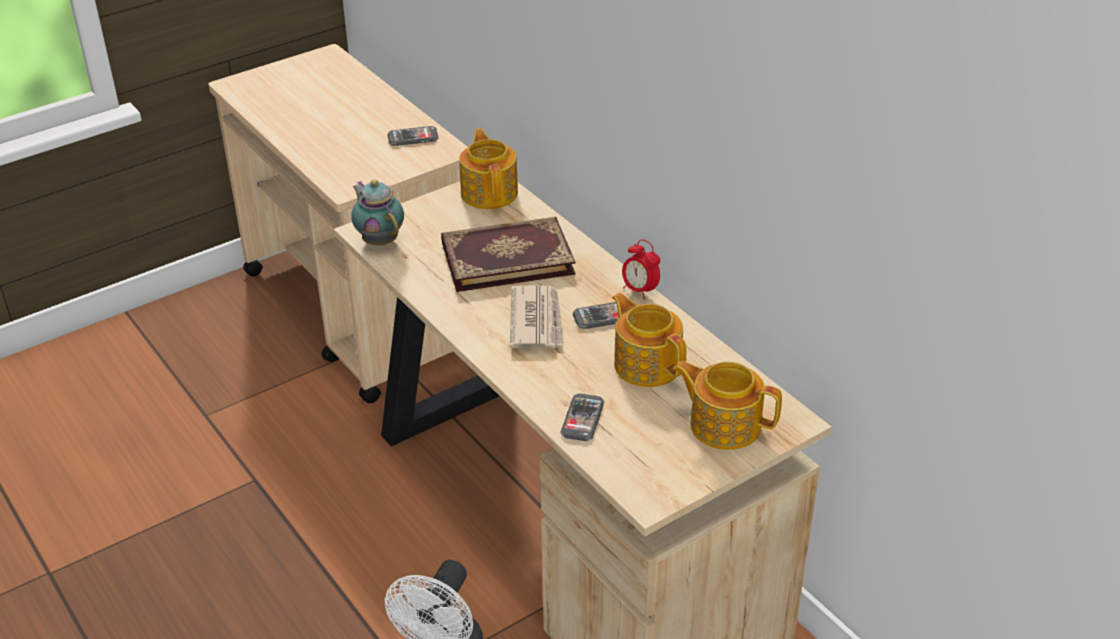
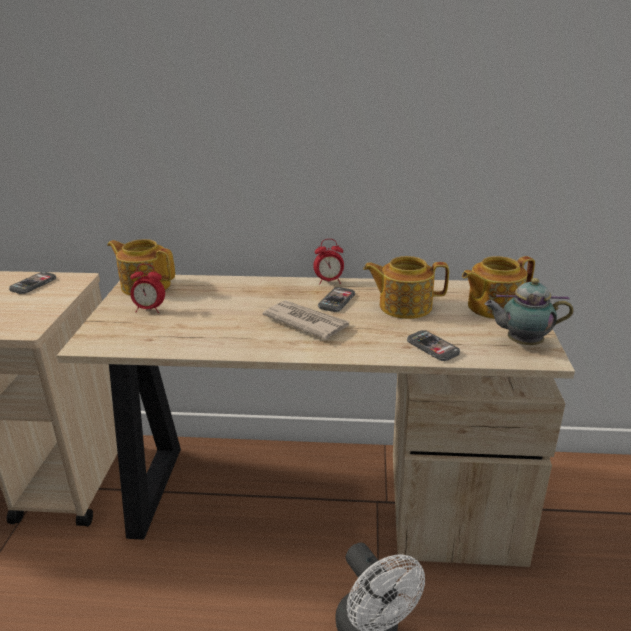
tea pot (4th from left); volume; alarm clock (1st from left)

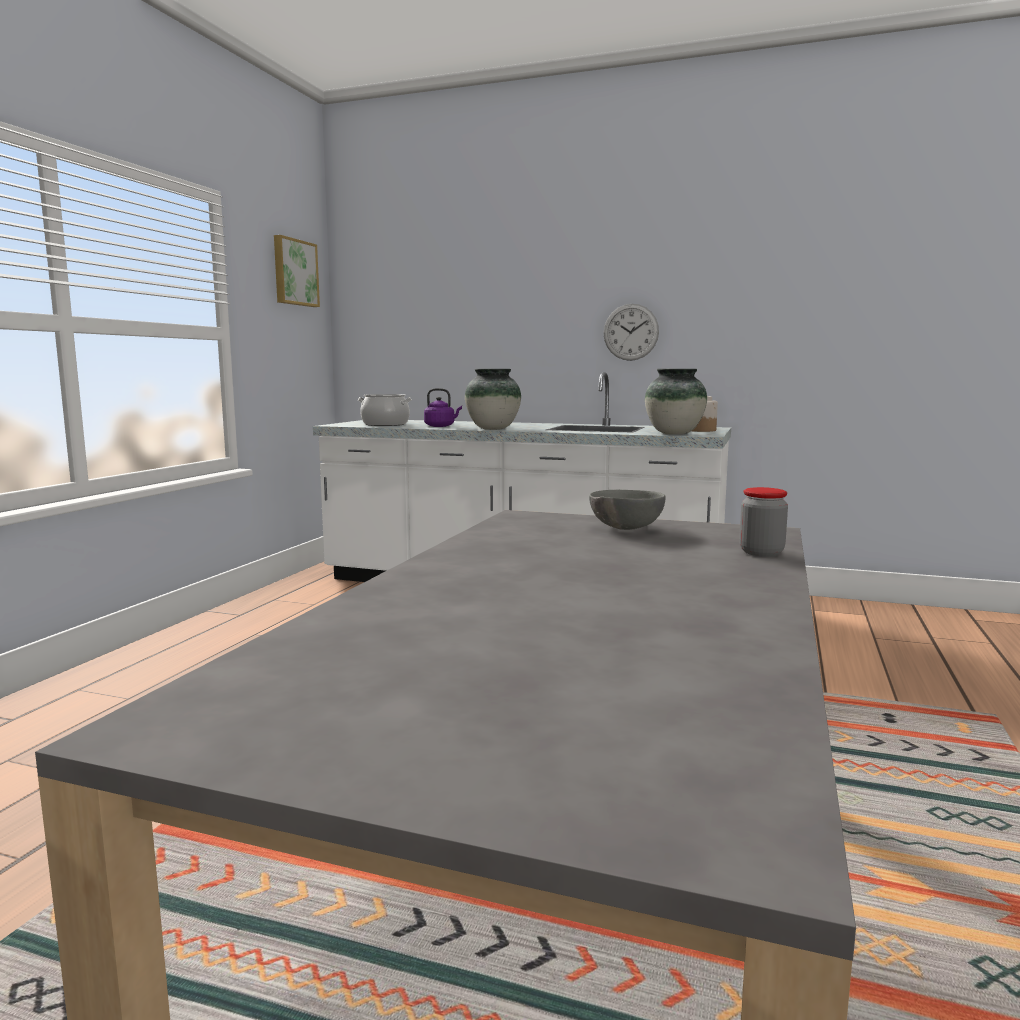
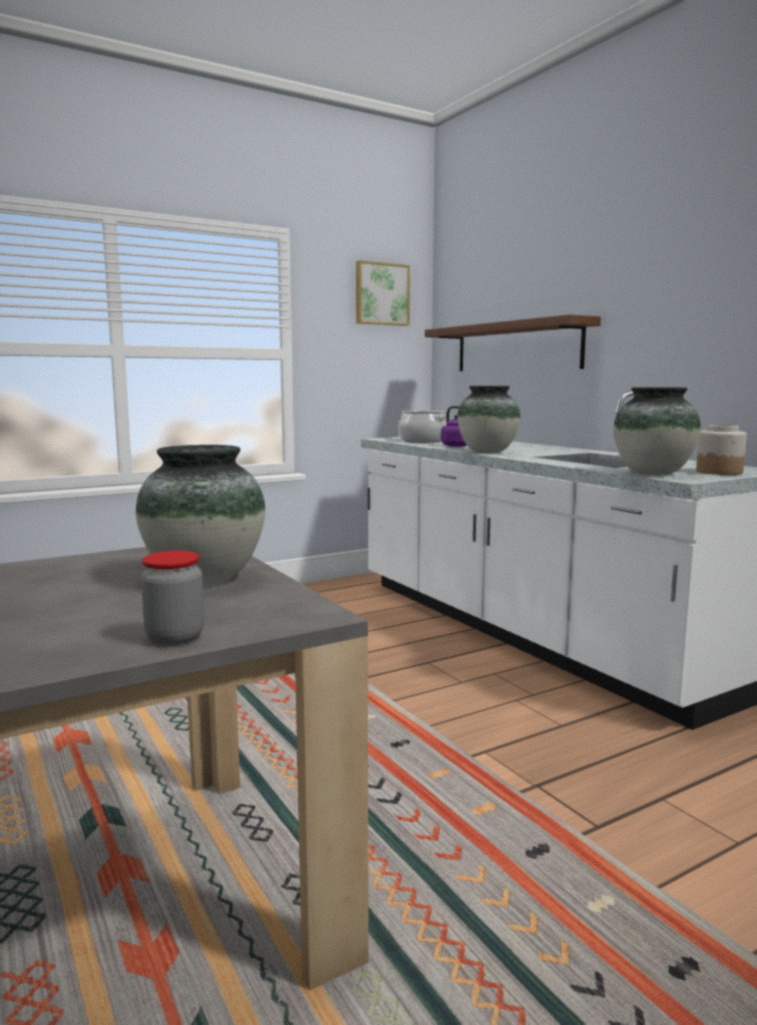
clock on the wall; vase (1st from left); shelf in brown

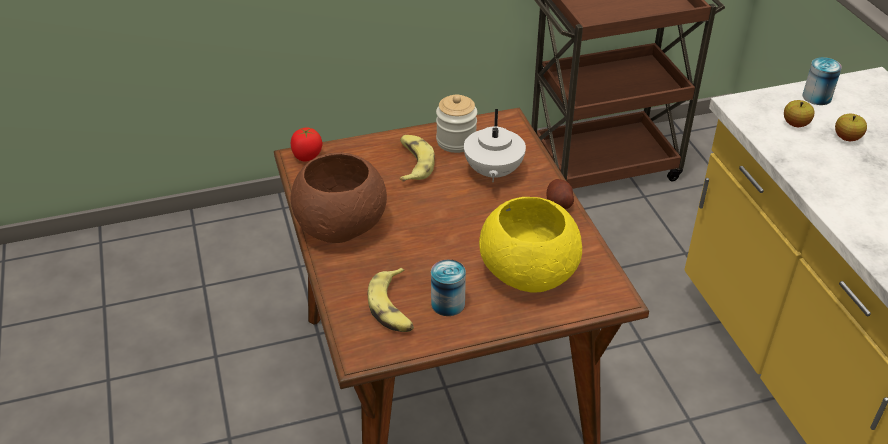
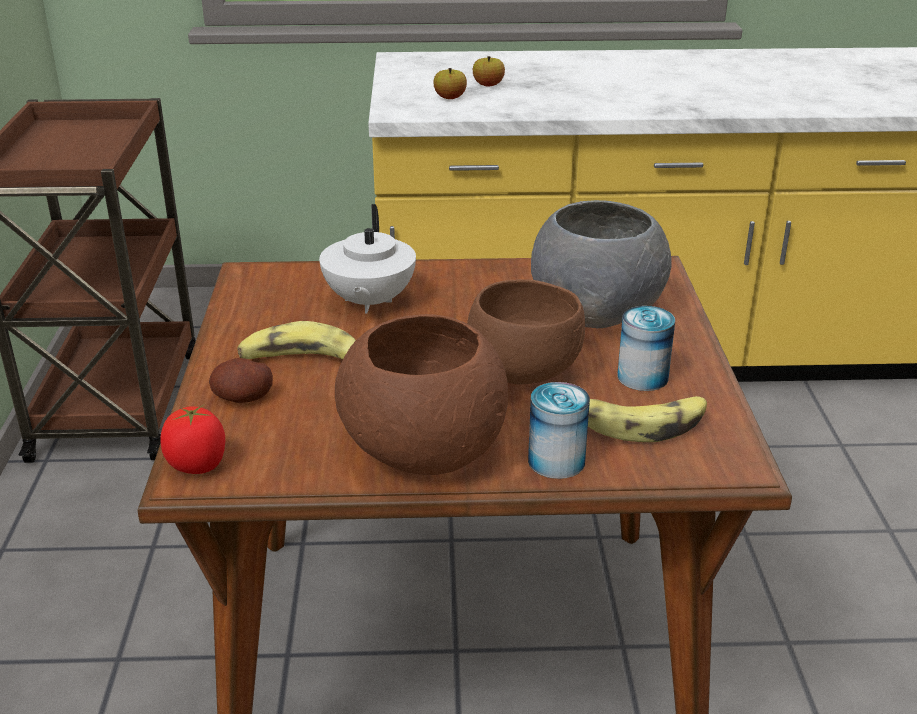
sealed can (1st from left); preserve jar; tea pot in whitish; whole potato; deep dish in greyish; deep dish in brown (2nd from left)

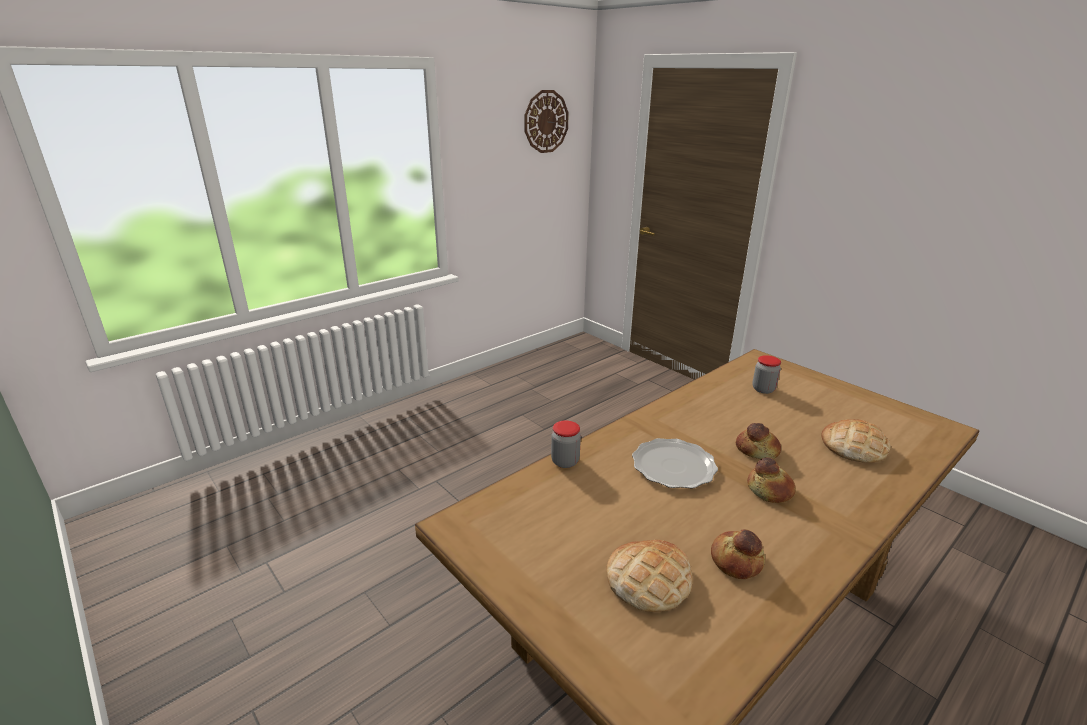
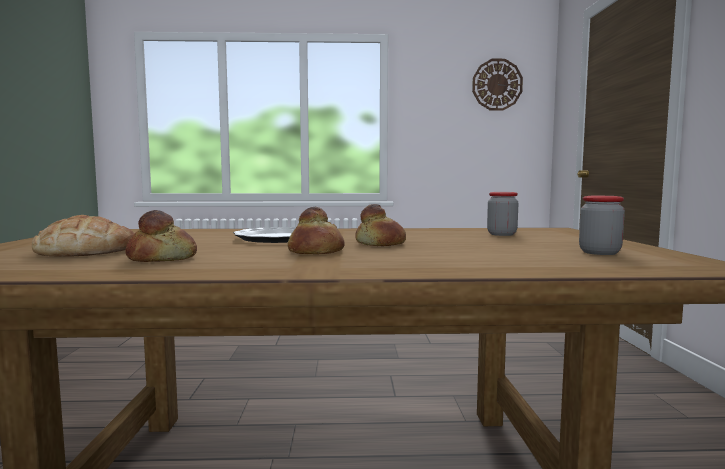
bread (5th from left in the first image); preserve jar (2nd from left)

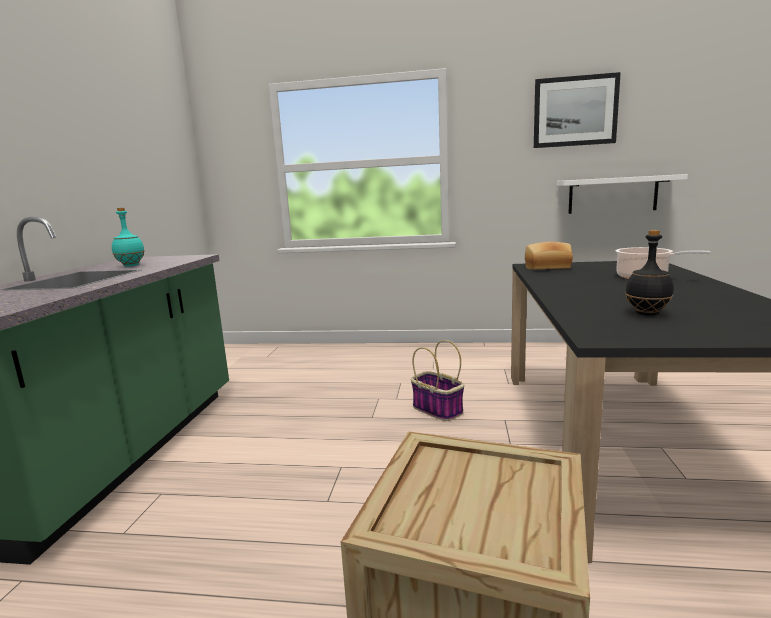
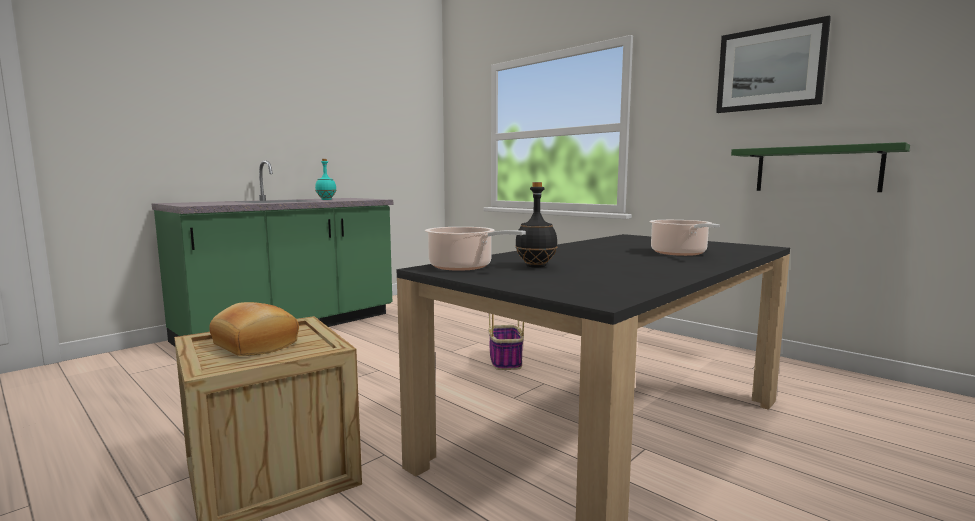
shelf in green; bread; stockpot (1st from left)

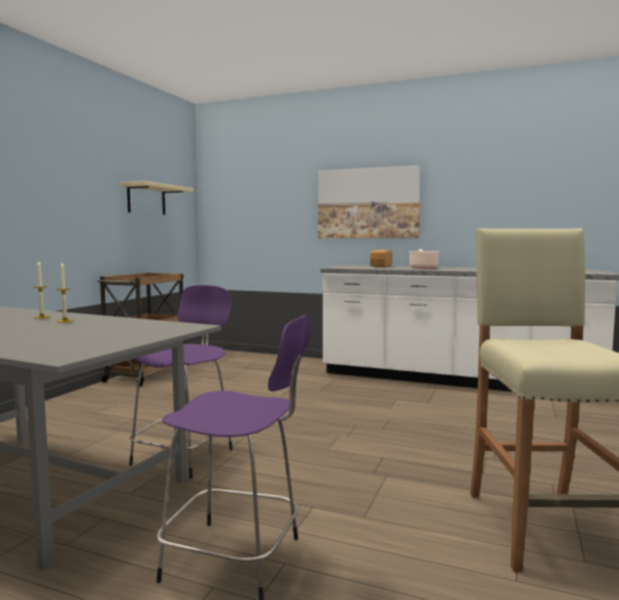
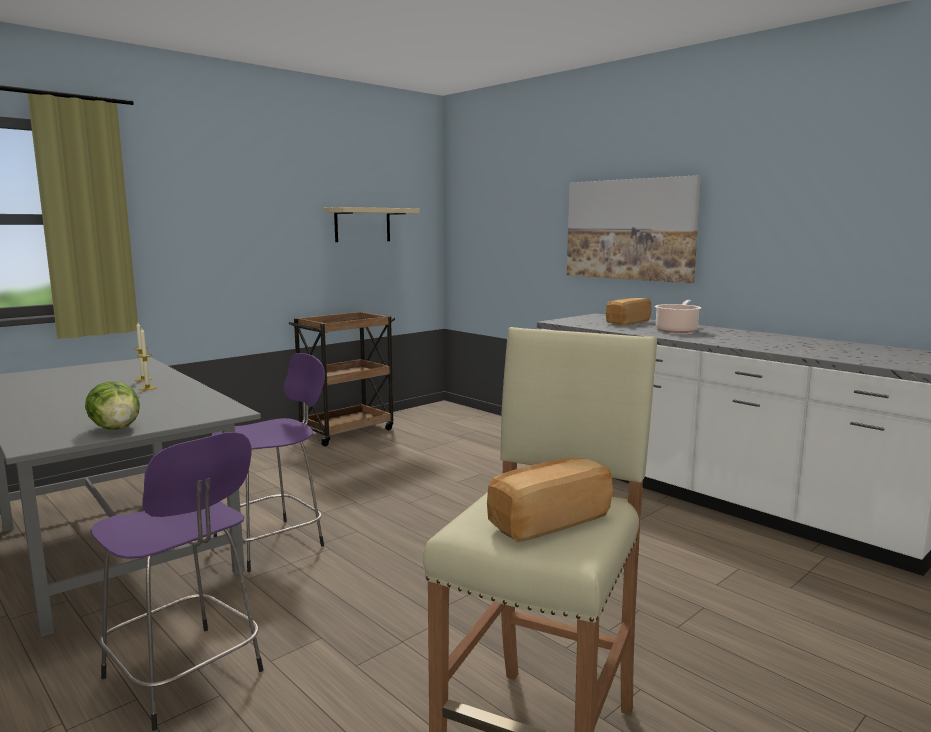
lettuce head; bread (1st from left)

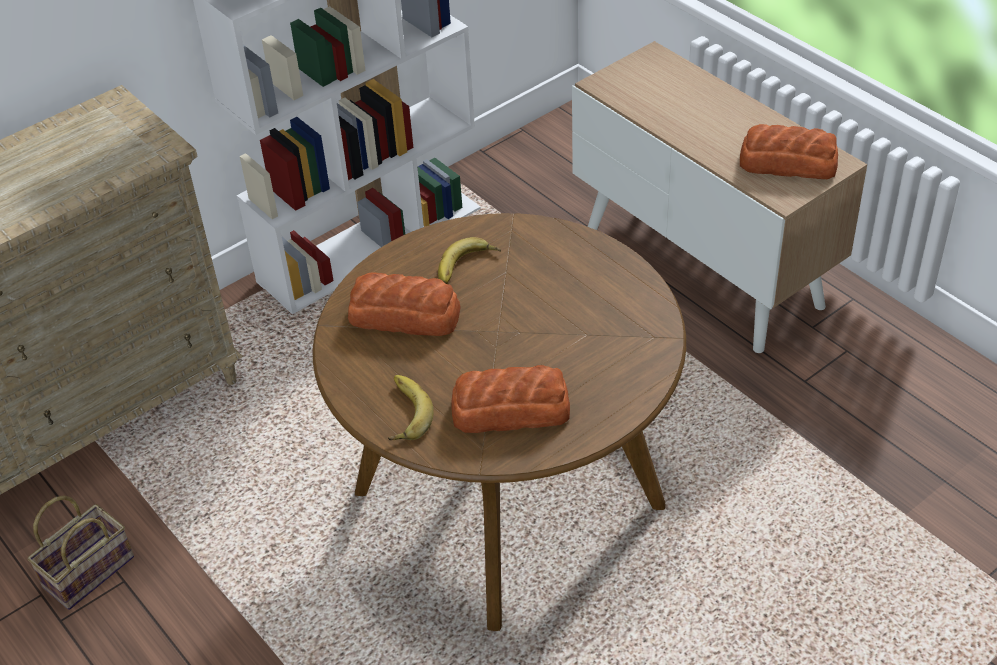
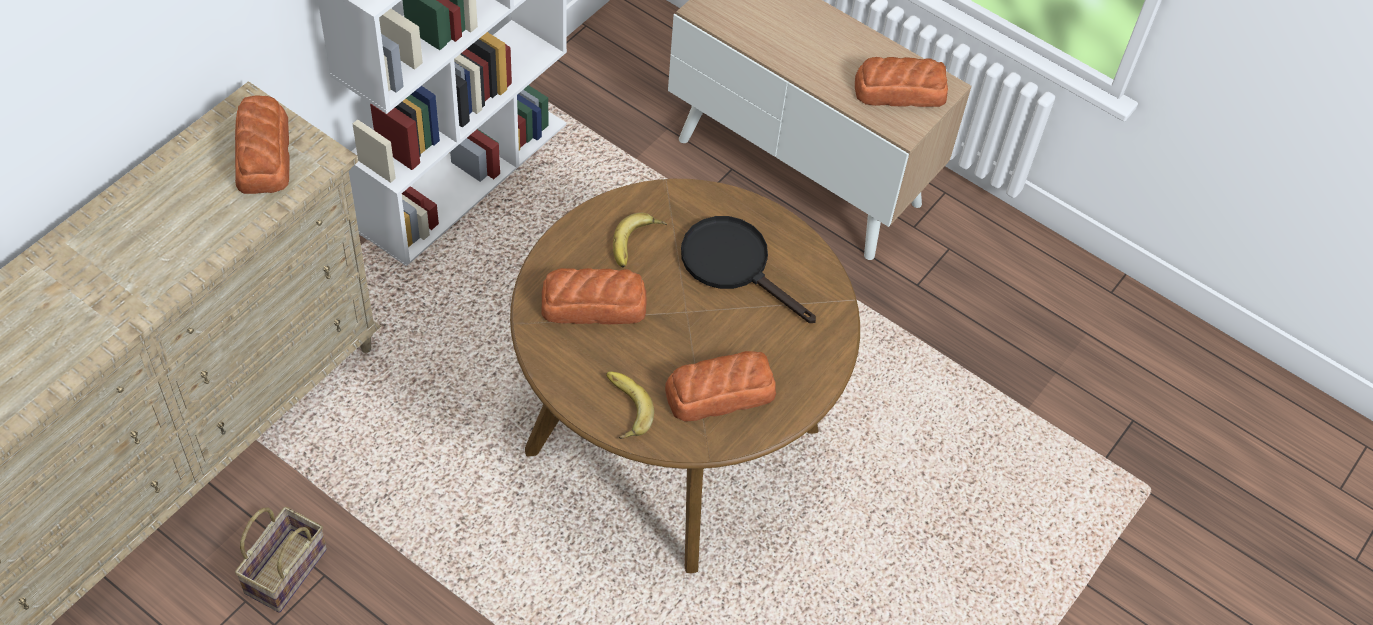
bread (1st from left); frying pan in blackish

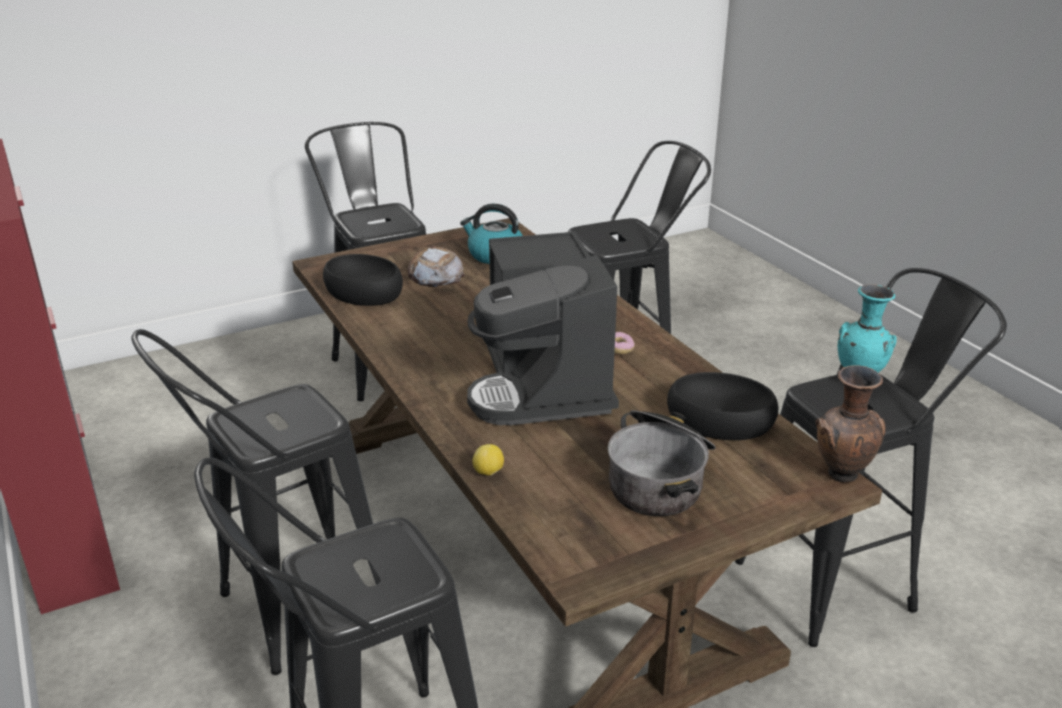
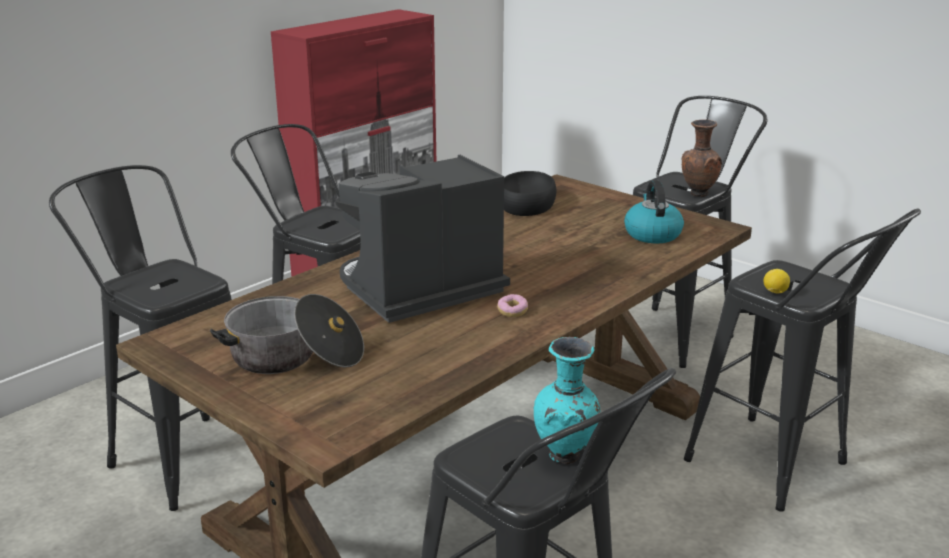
bread; vase in brown; deep dish in blackish (2nd from left in the first image); whole lemon

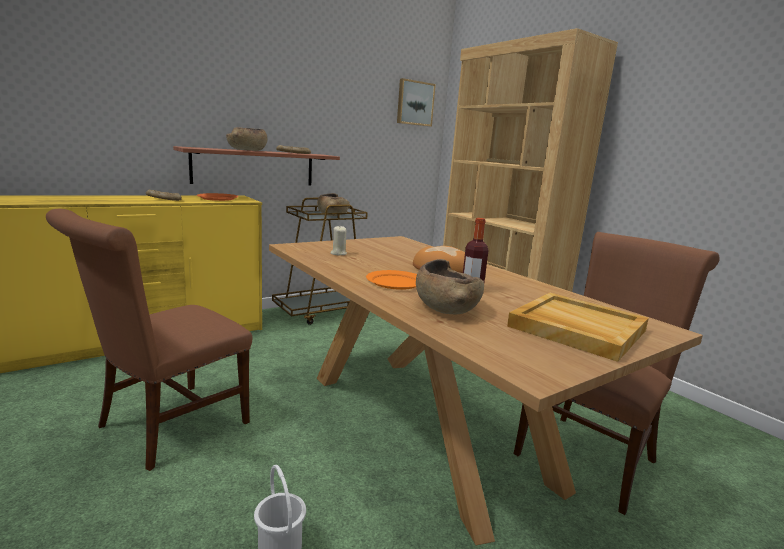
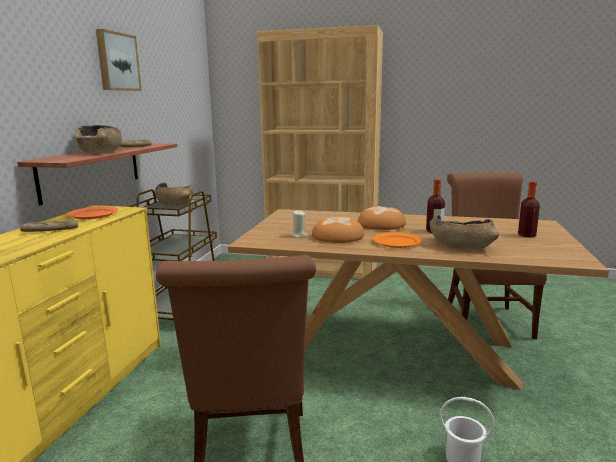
wall art; bottle (2nd from left); bread (3rd from left)

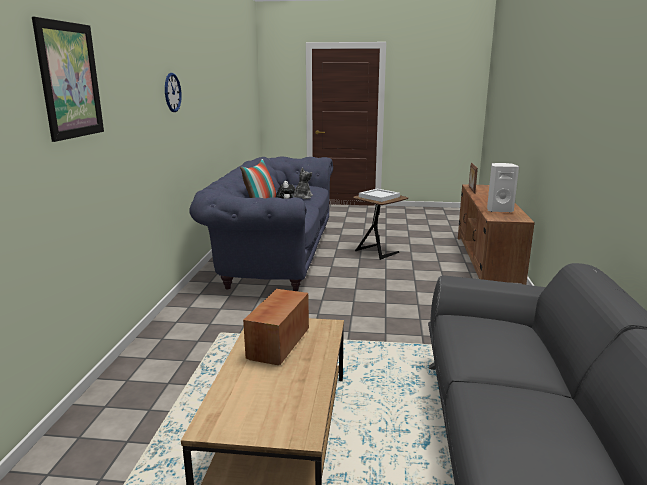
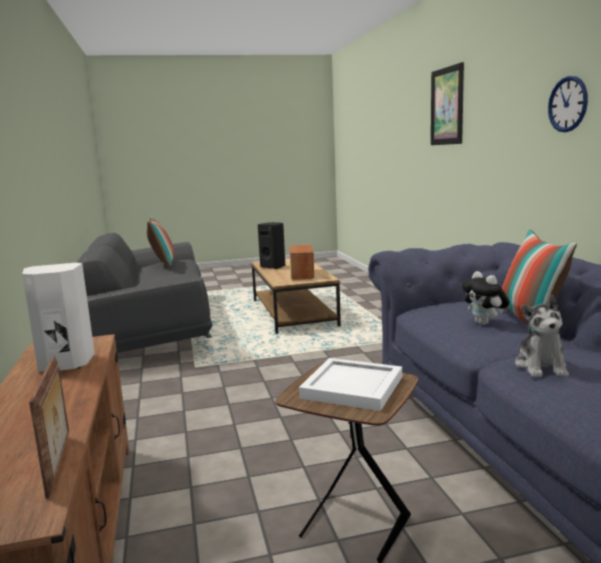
cushion (1st from left); speaker in blackish

